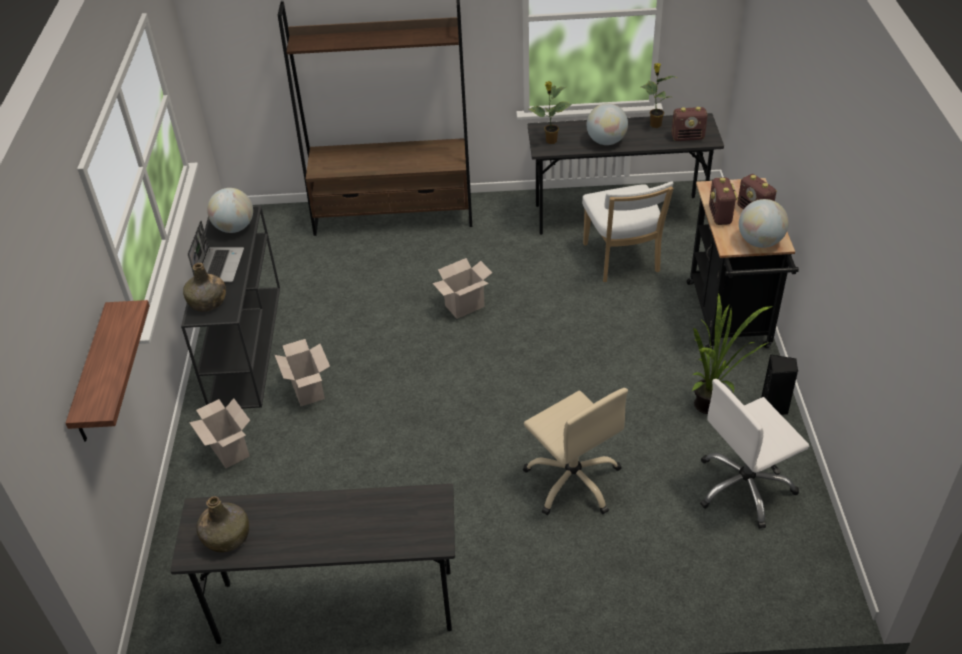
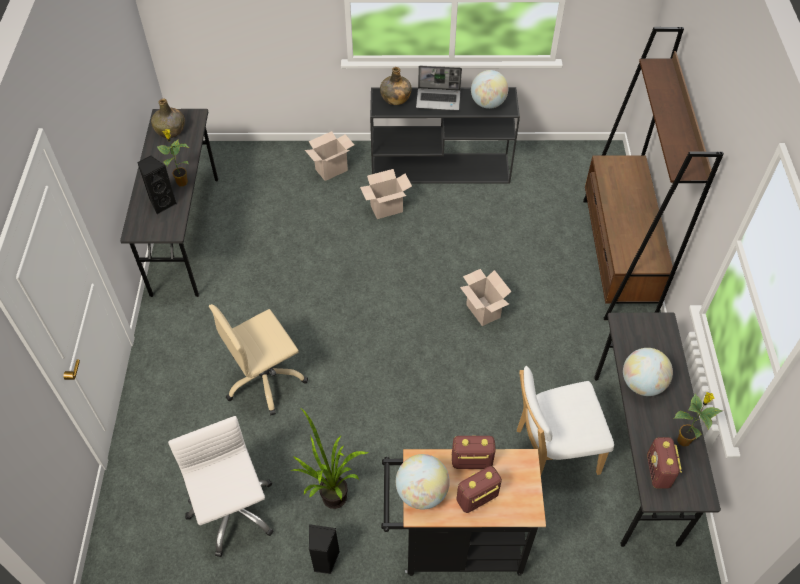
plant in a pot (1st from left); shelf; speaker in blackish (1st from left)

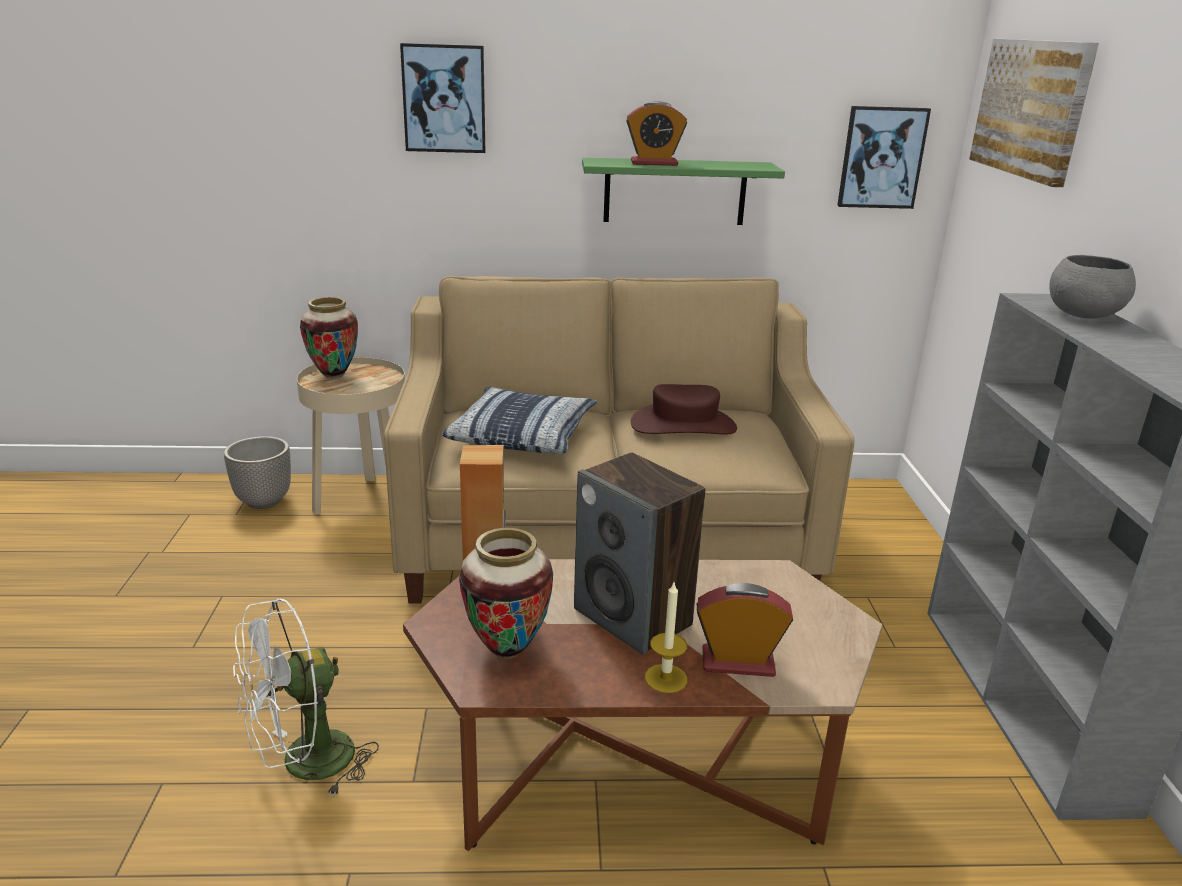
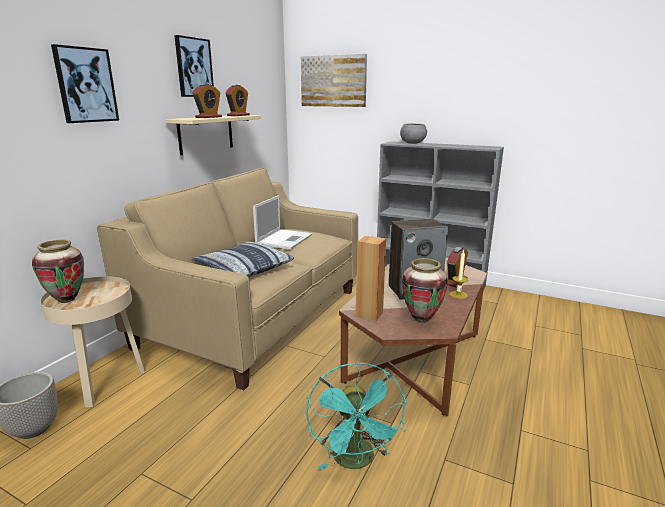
wall art (2nd from left); shelf in beige-coloured; laptop; cooling fan in turquoise; alarm clock (2nd from left)

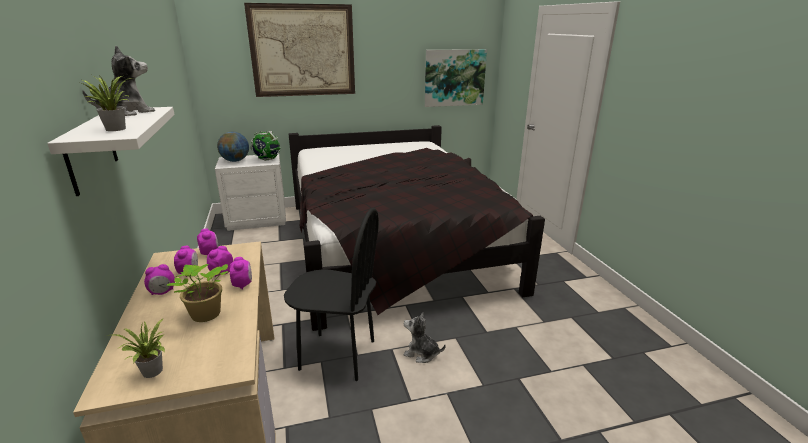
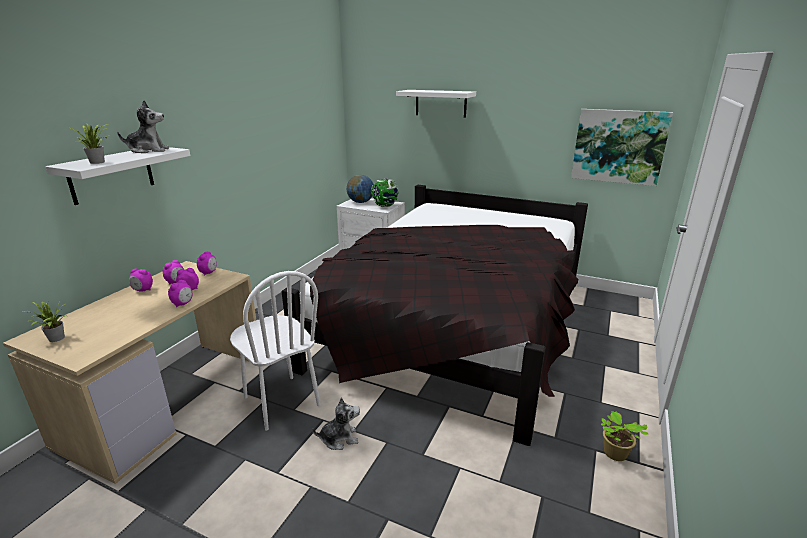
shelf in whitish (2nd from left); plain chair in whitish; plant in a pot (3rd from left); soft toy (2nd from left)

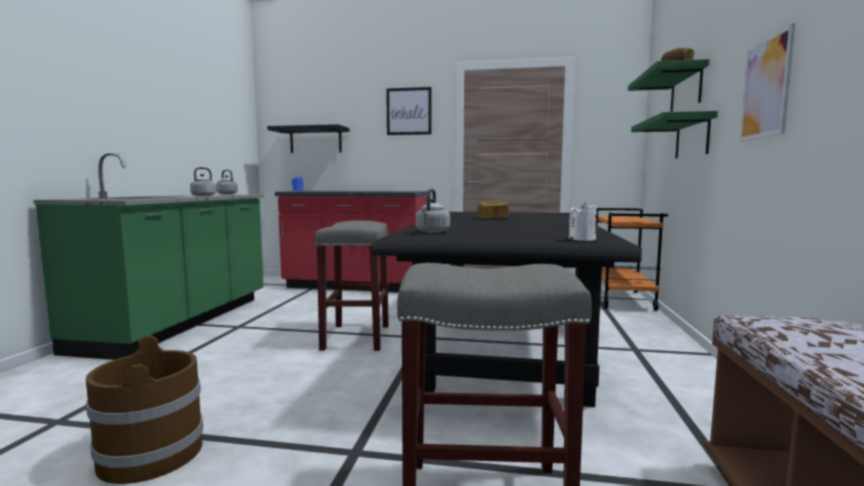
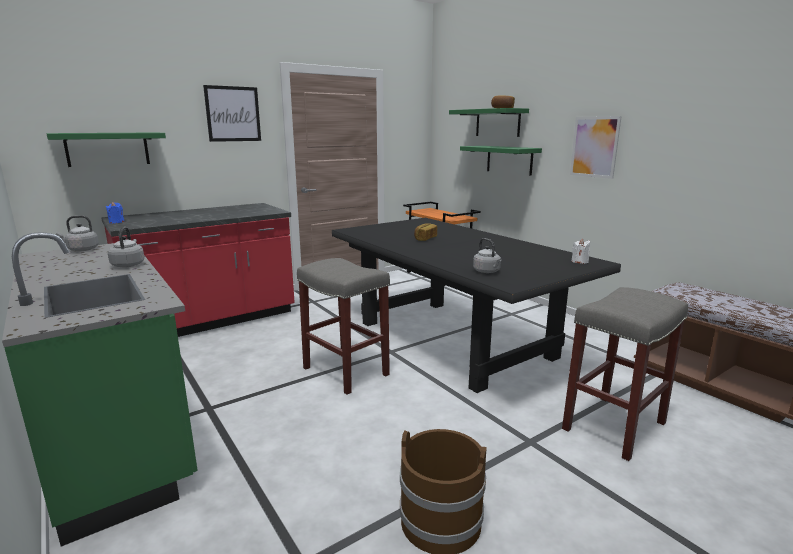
shelf in green (1st from left)

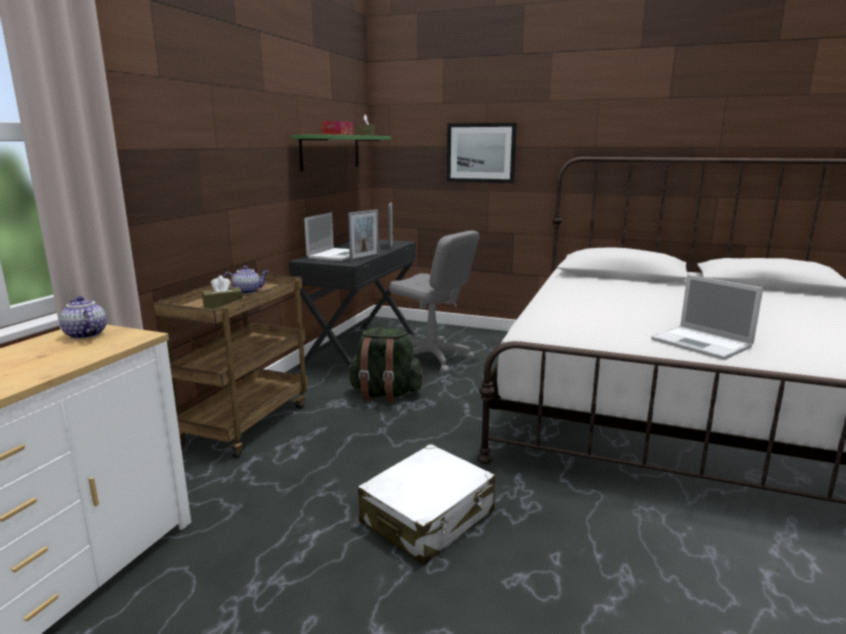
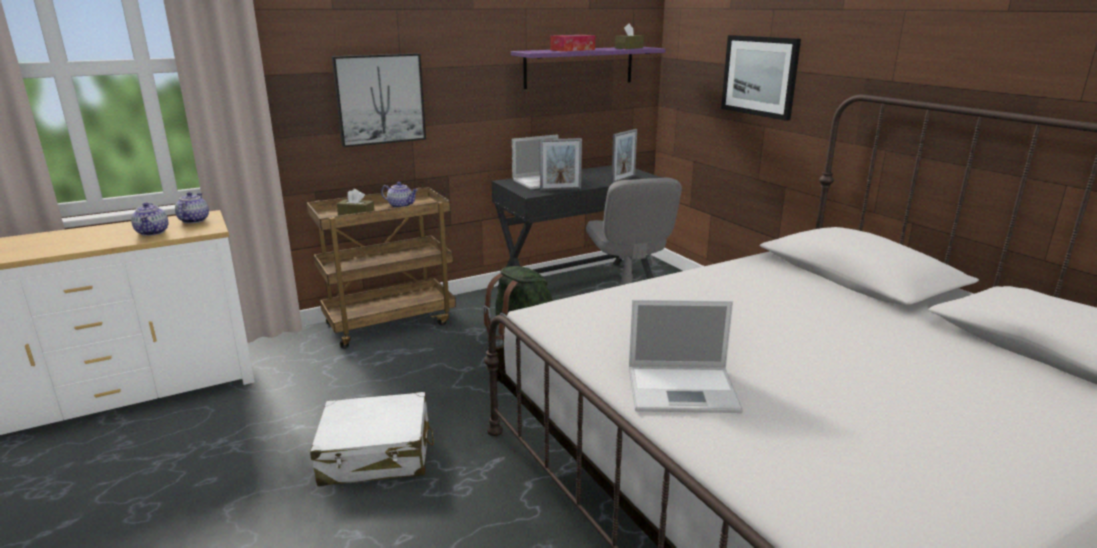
shelf in purple-coloured; laptop (2nd from left); wall art (1st from left); tea pot (1st from left)

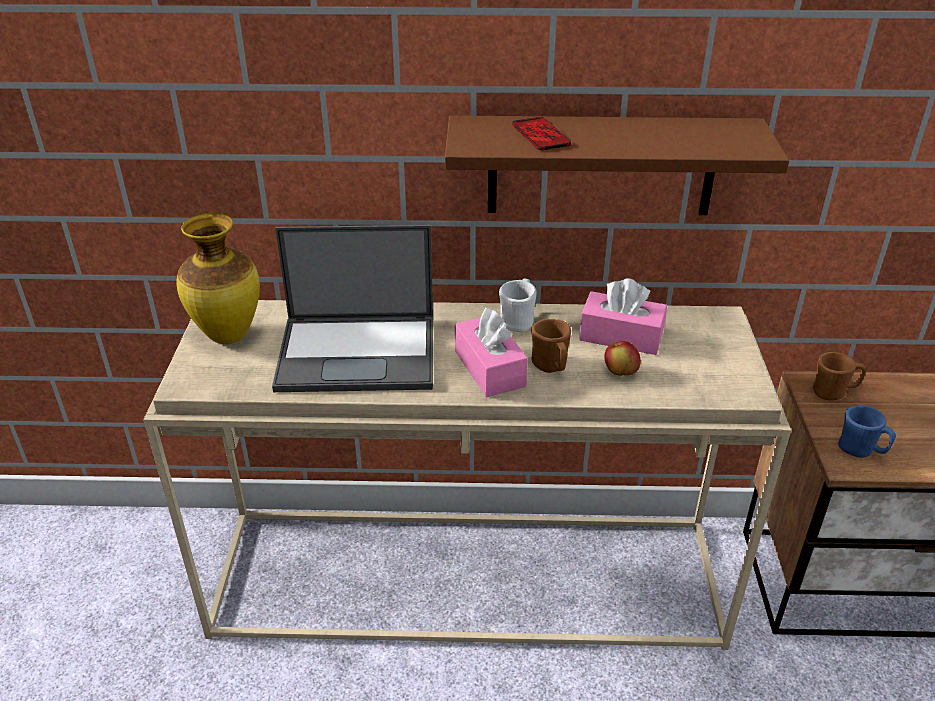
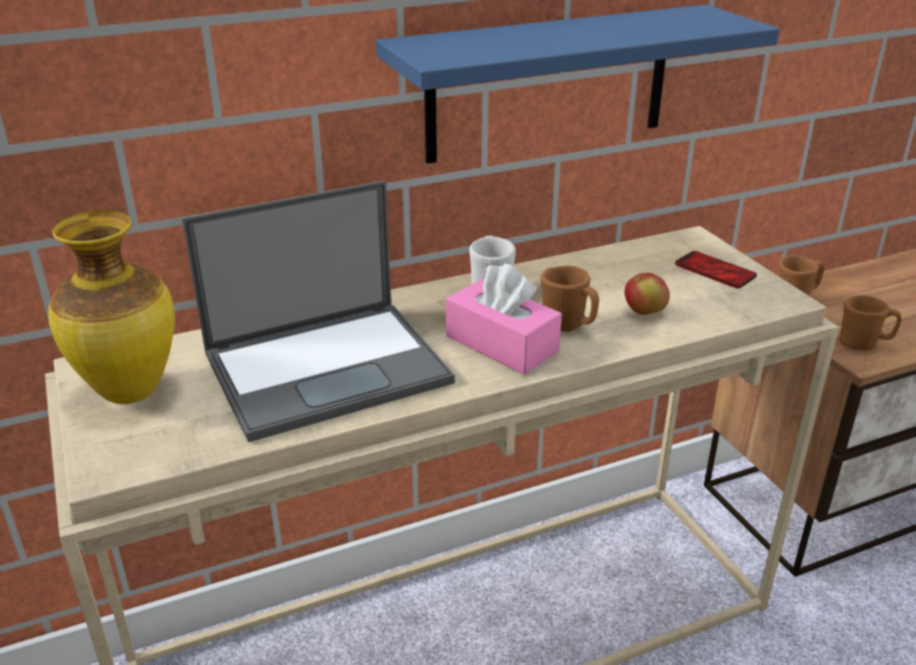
shelf in bluish; handset; tissue holder in pink-coloured (2nd from left in the first image); coffee mug in brown (3rd from left)

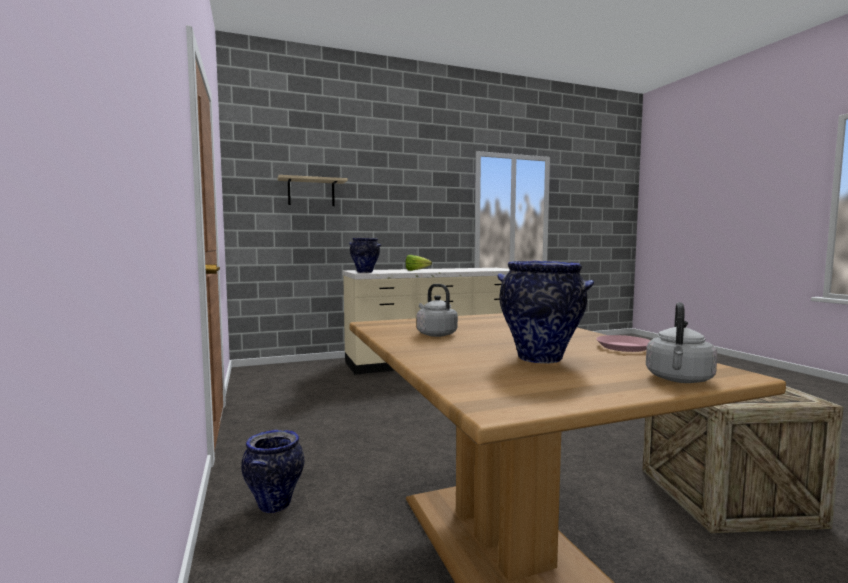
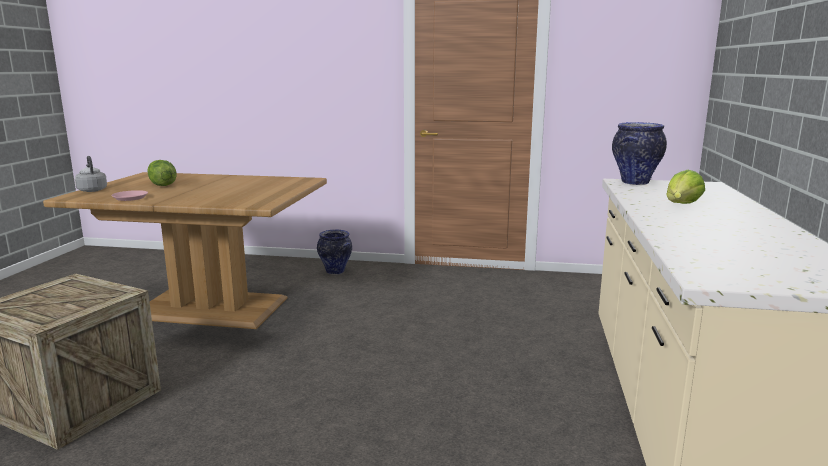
shelf in beige-coloured; lettuce head (1st from left); water kettle in greyish (1st from left in the first image)

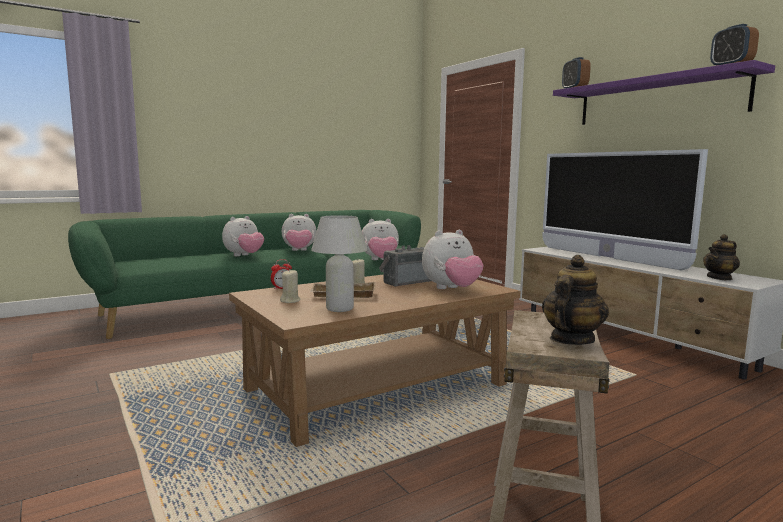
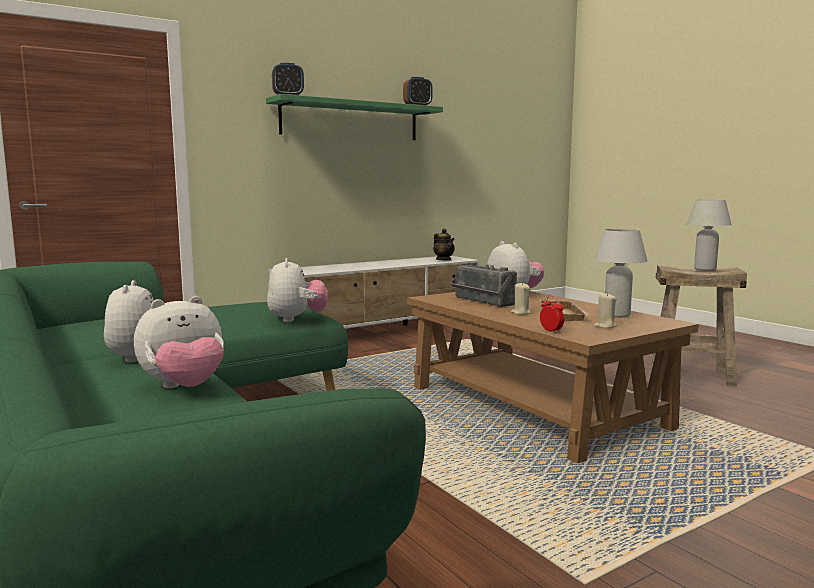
shelf in green; television; soft toy (2nd from left); table lamp in whitish (2nd from left)

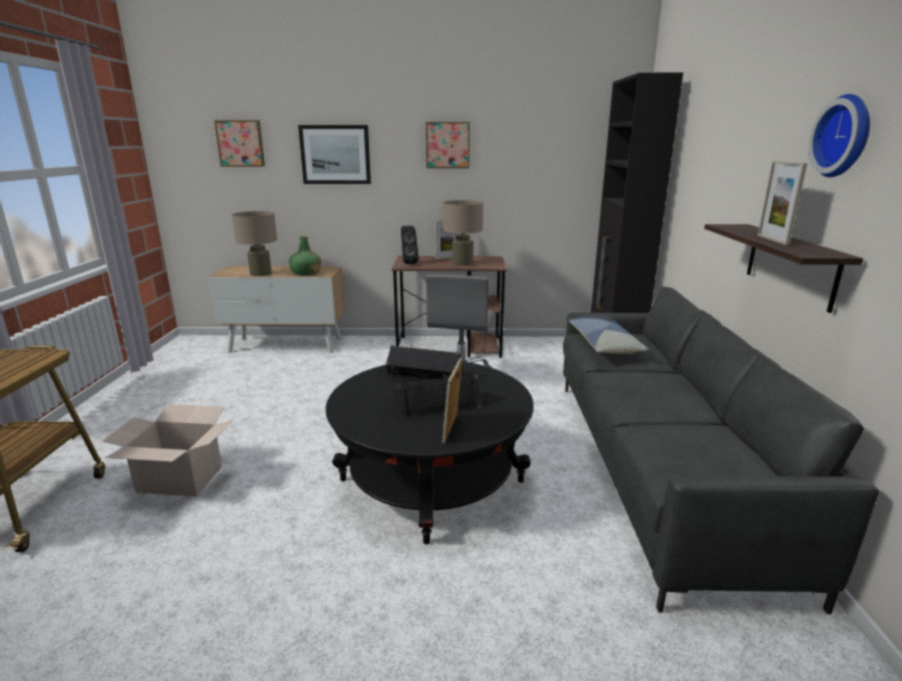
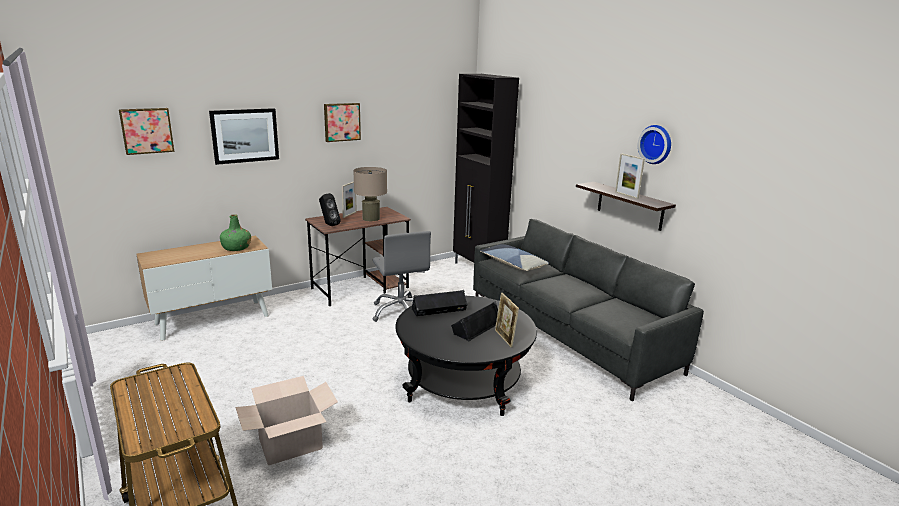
table lamp in beige-coloured (1st from left in the first image)

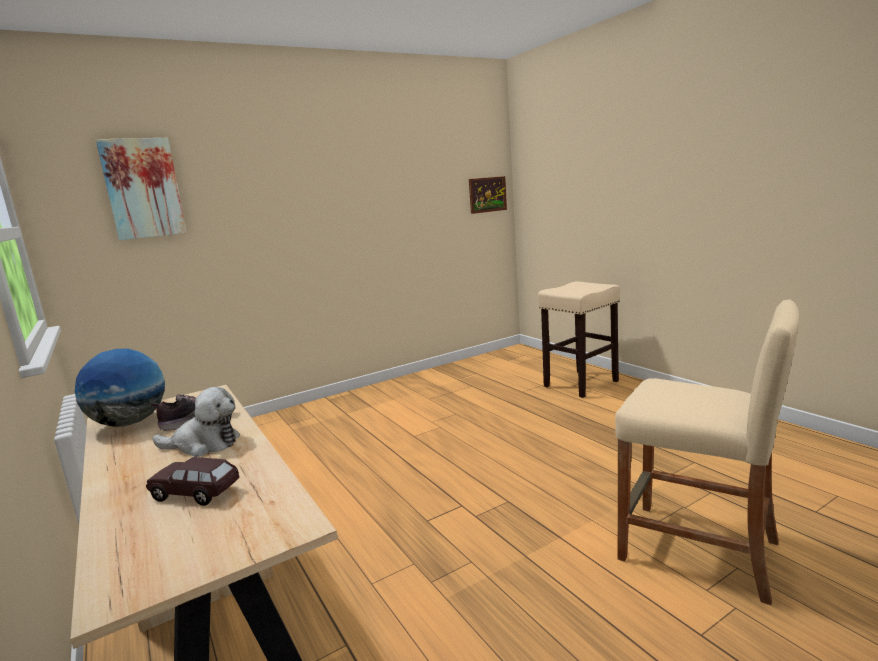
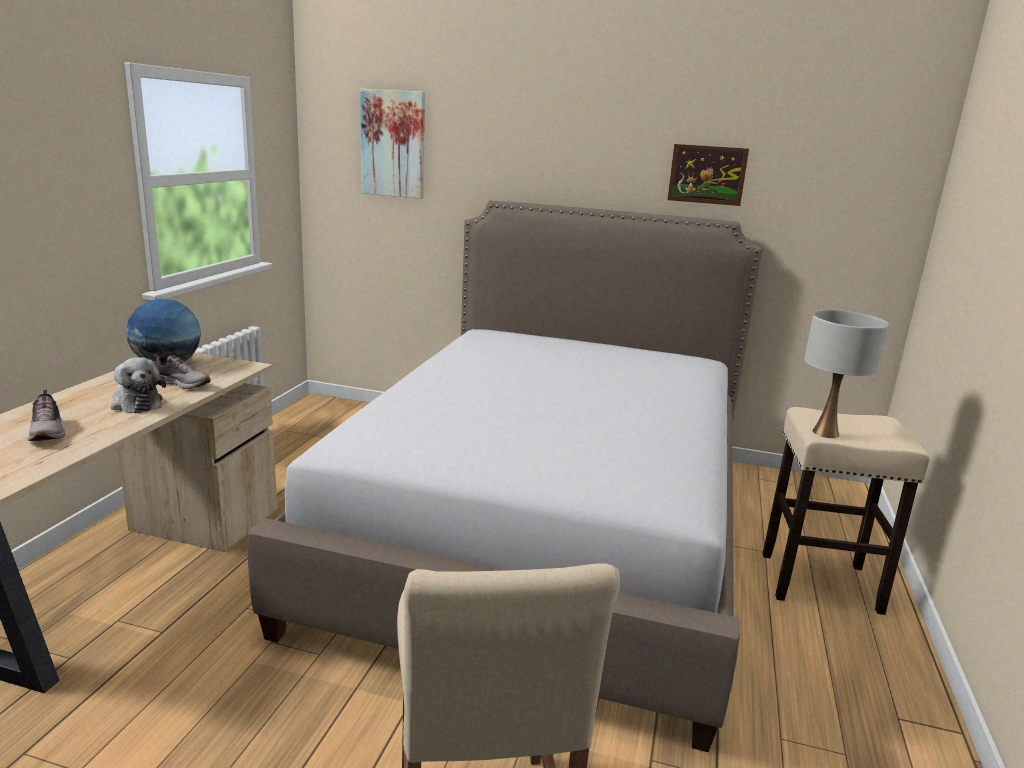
wall art (2nd from left); shoe (1st from left); bed; table lamp in whitish

